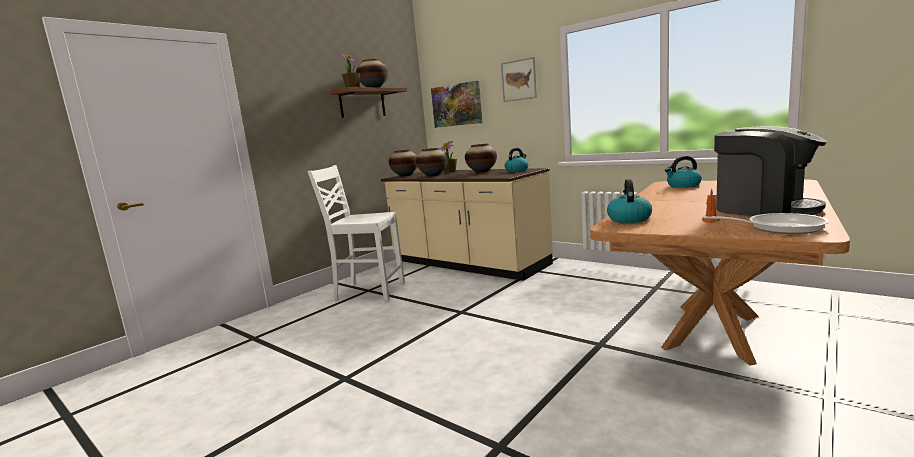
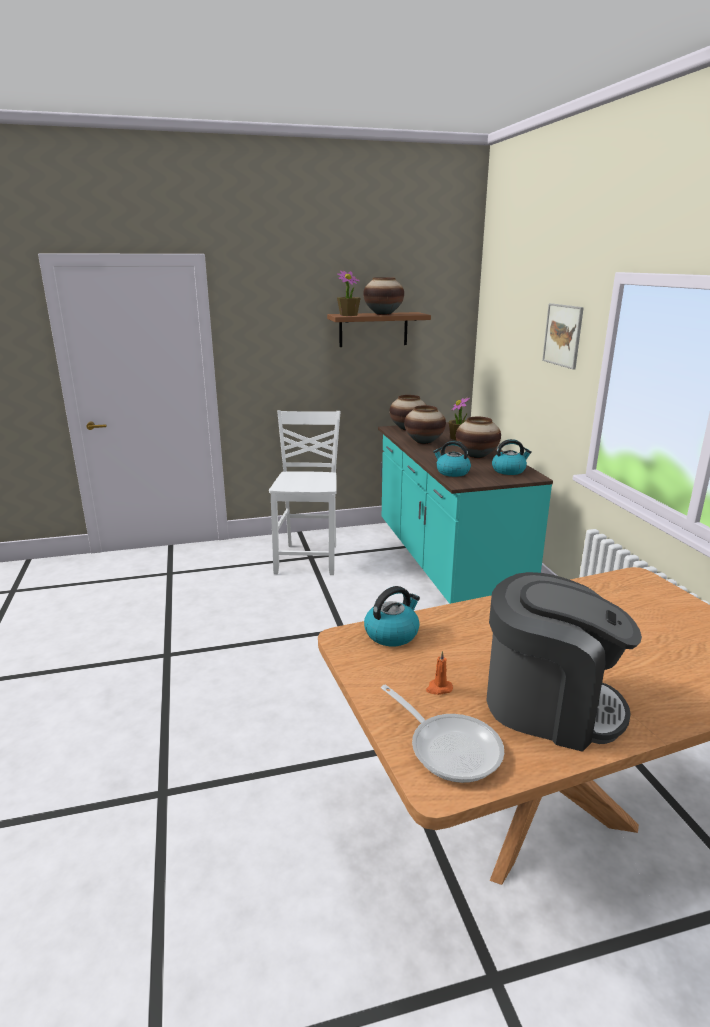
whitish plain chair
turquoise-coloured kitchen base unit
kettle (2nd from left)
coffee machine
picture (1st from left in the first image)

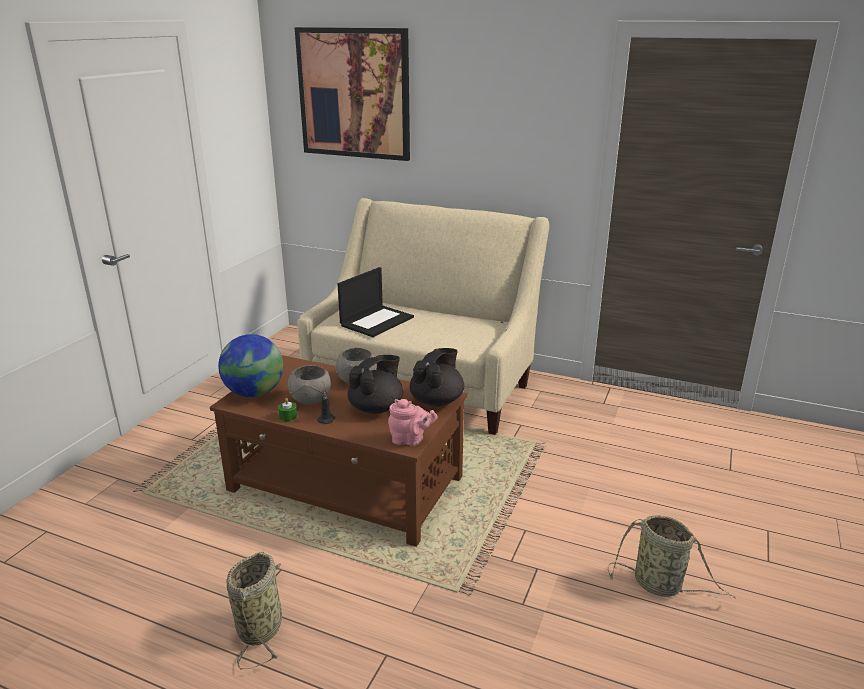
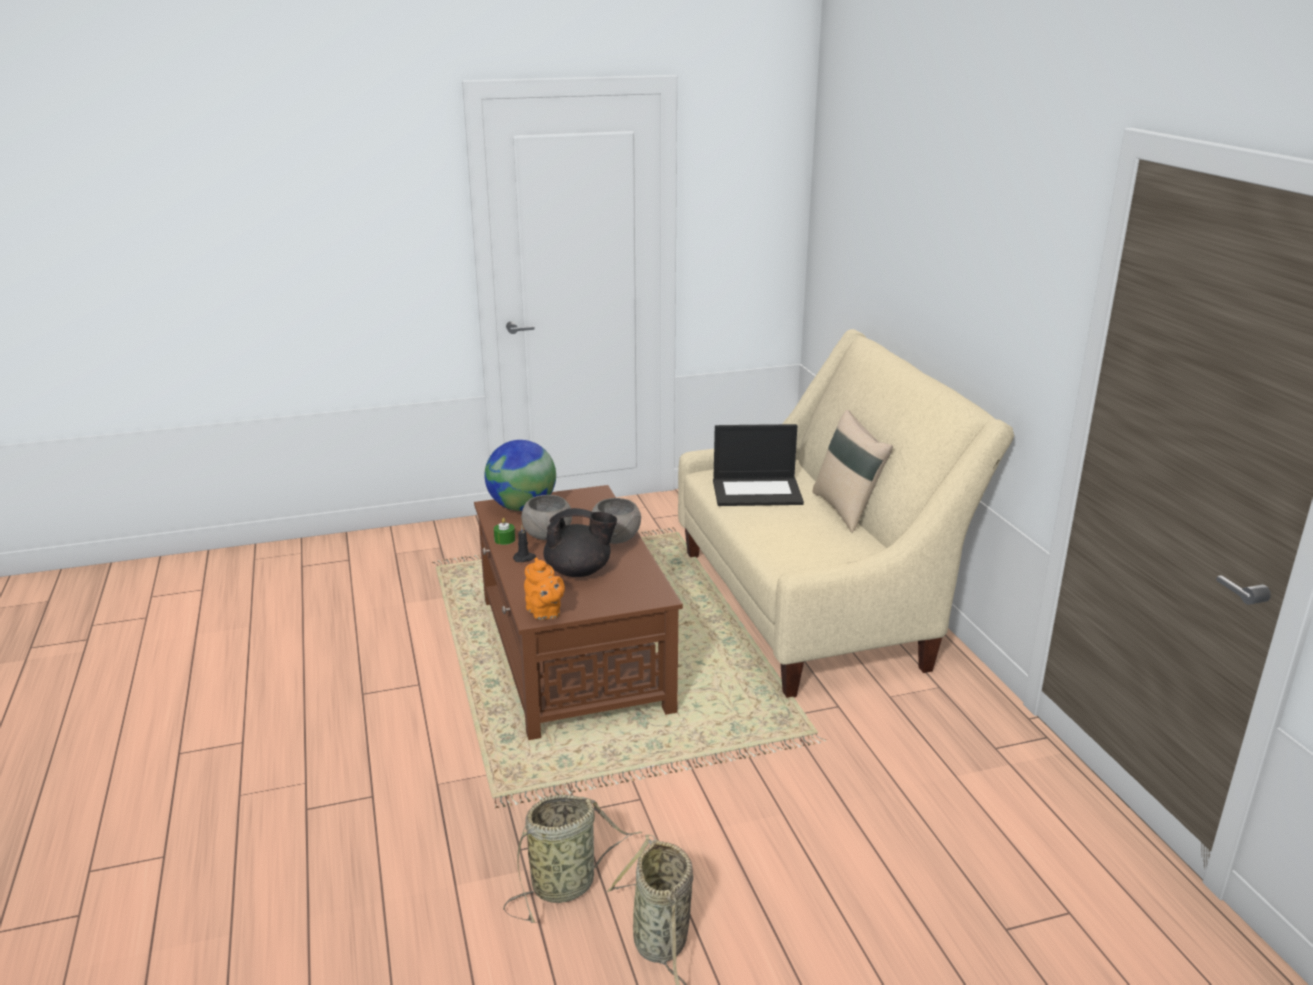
storage basket (1st from left)
orangey teapot
sand-coloured pillow
picture
black teapot (2nd from left in the first image)

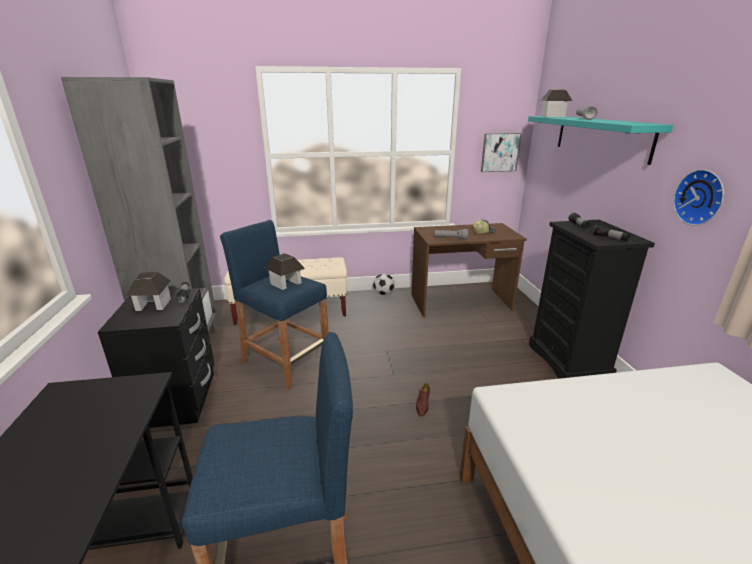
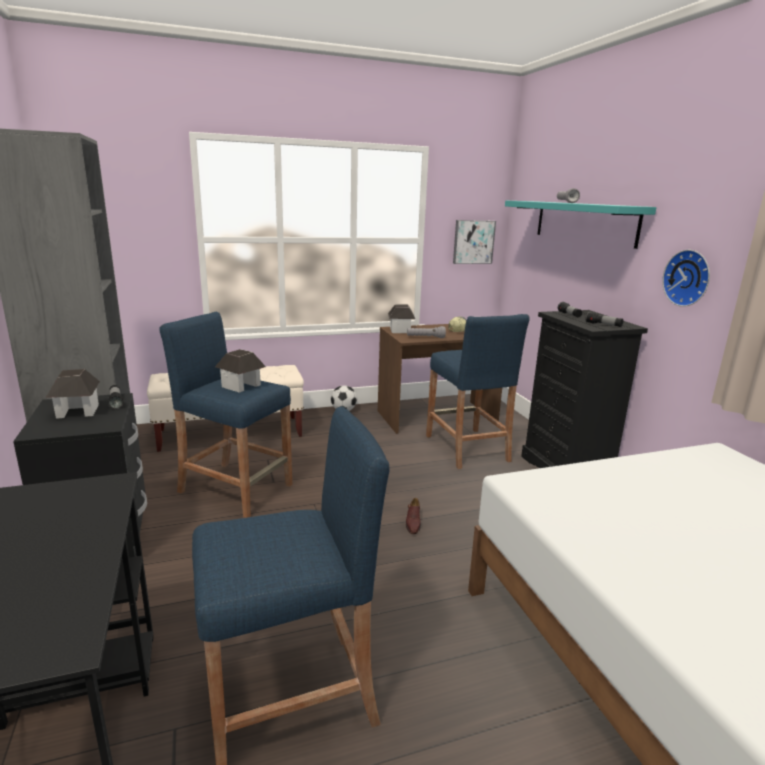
toy house (3rd from left)
blue-coloured sitting stool (3rd from left)

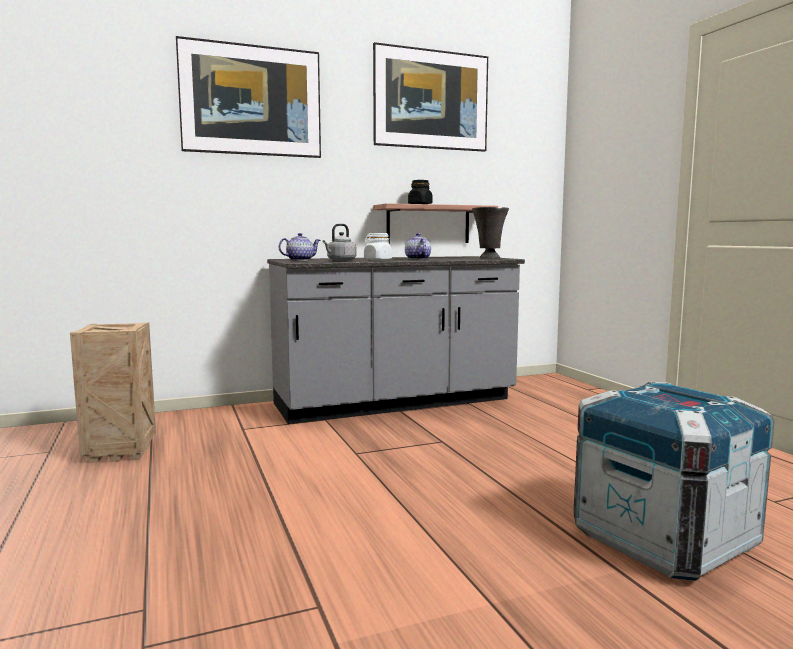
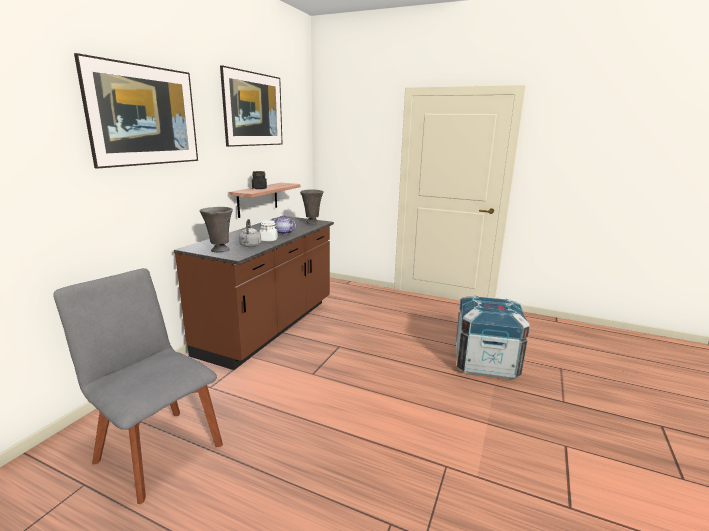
gray plain chair
brown-coloured kitchen base unit
gray flower vase (1st from left)

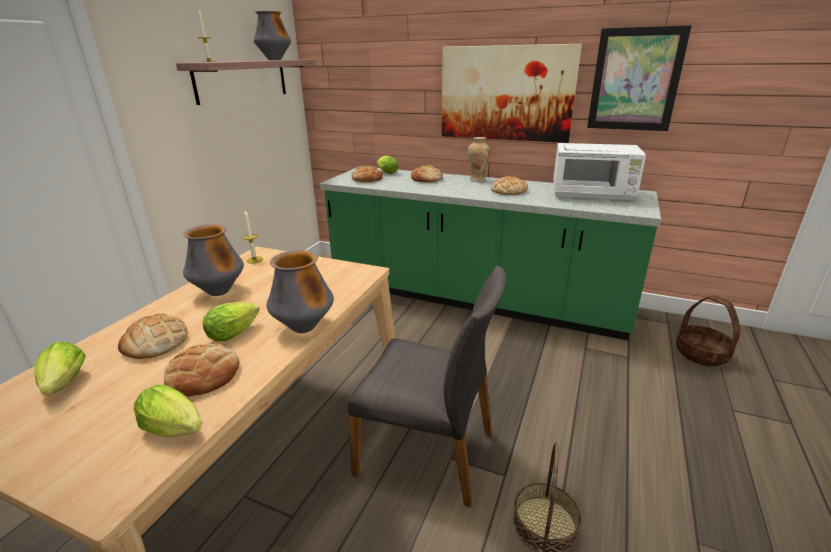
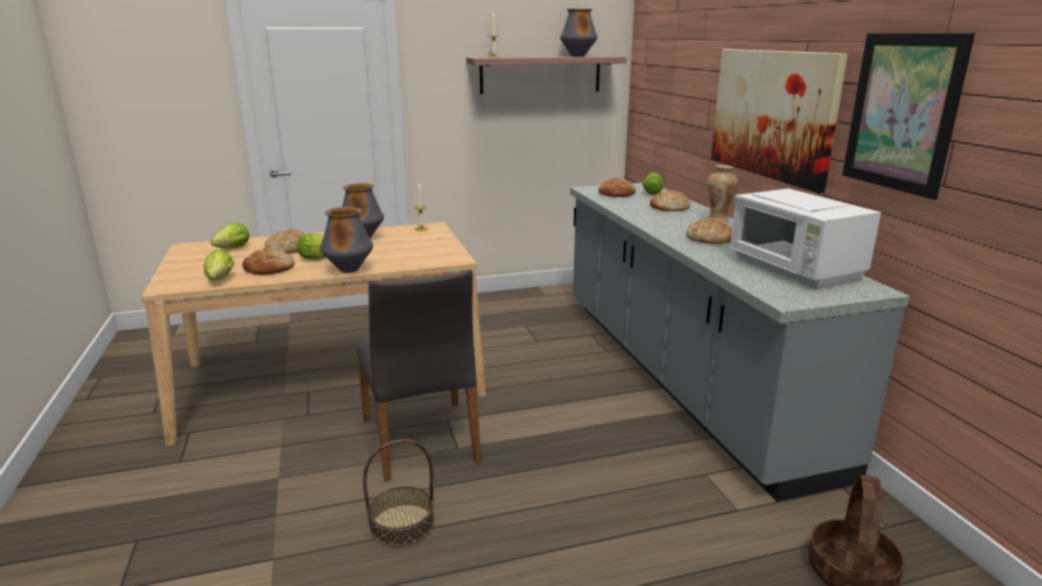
gray kitchen base unit

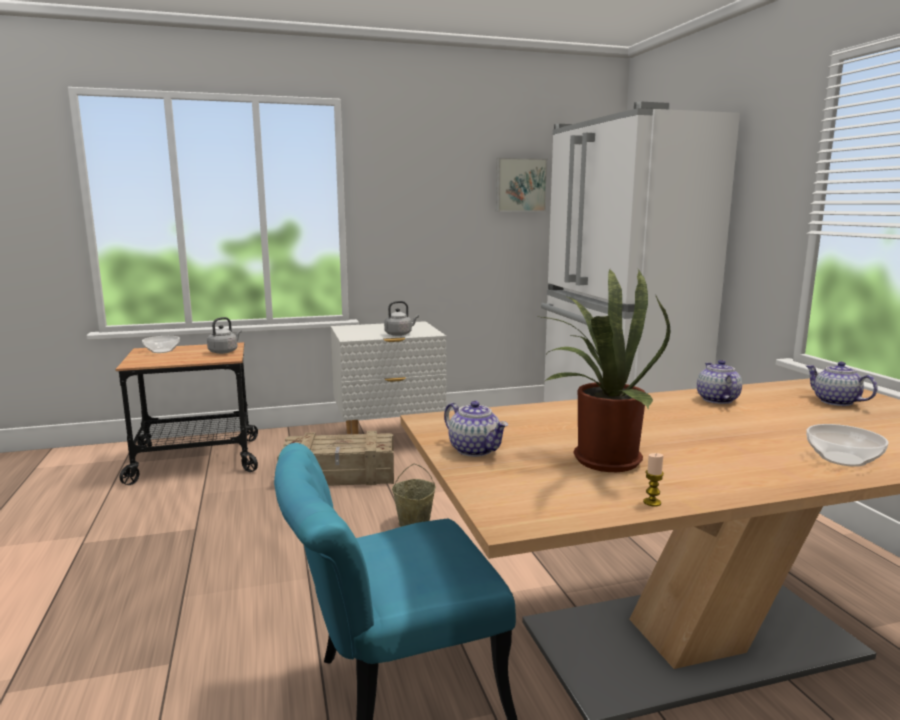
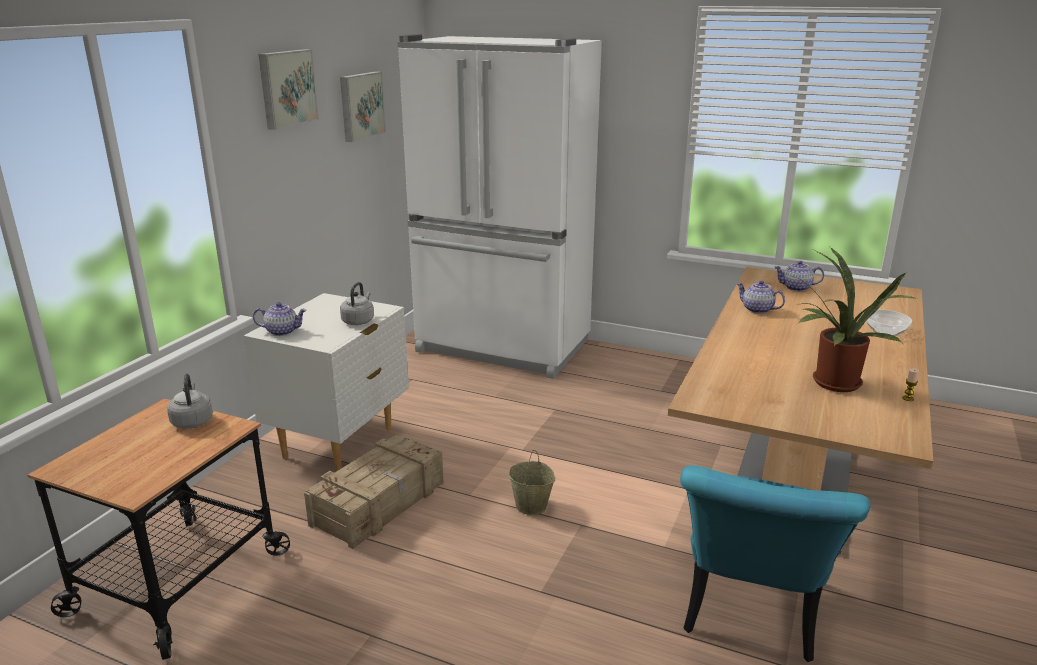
teapot (1st from left)
picture (1st from left)
serving bowl (1st from left in the first image)

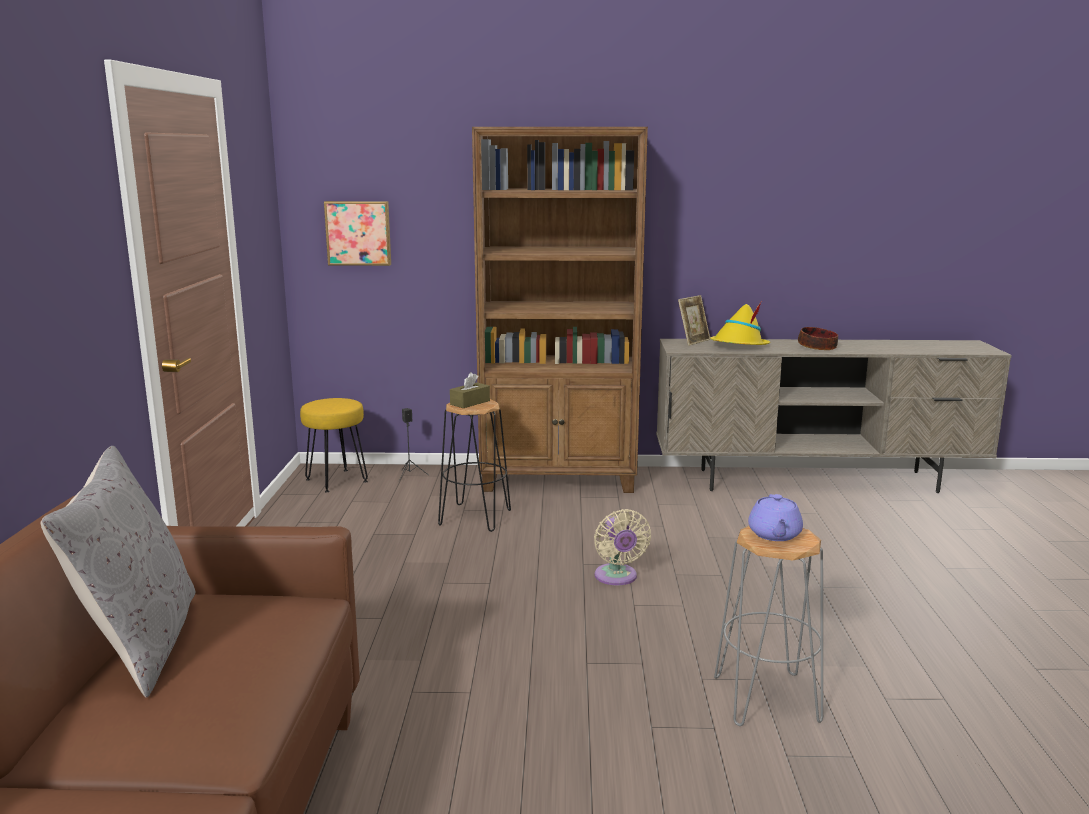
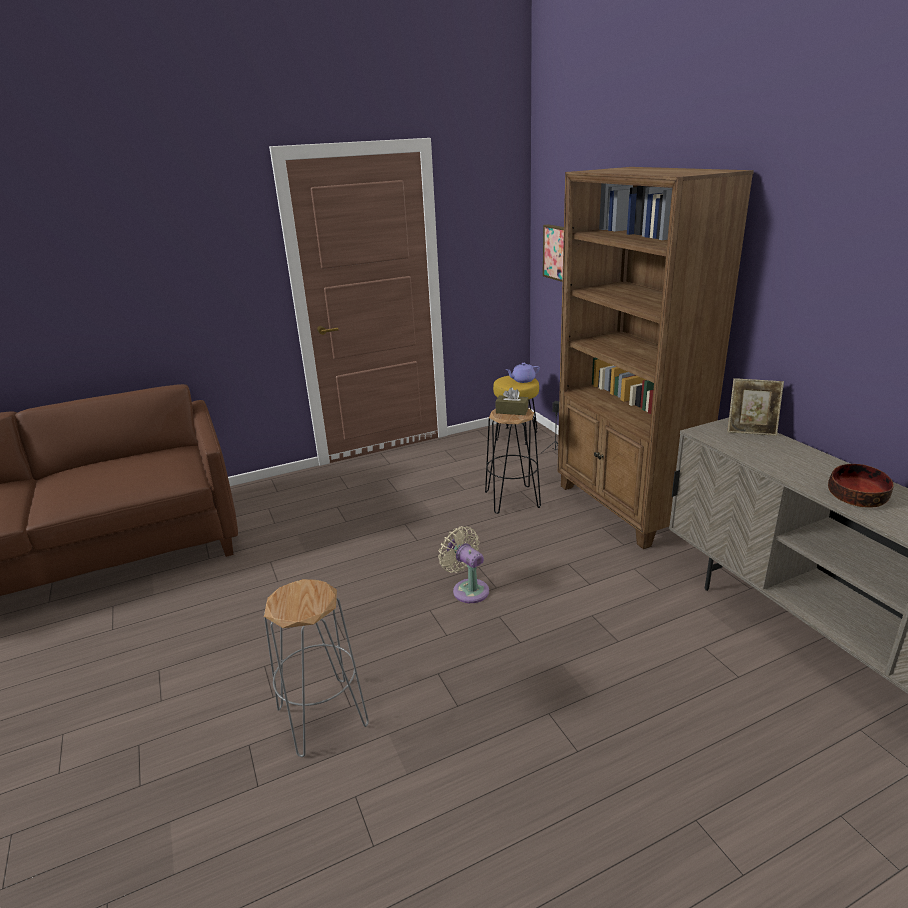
sand-coloured cooling fan
purplish teapot
gray pillow
yellow-coloured wearable hat

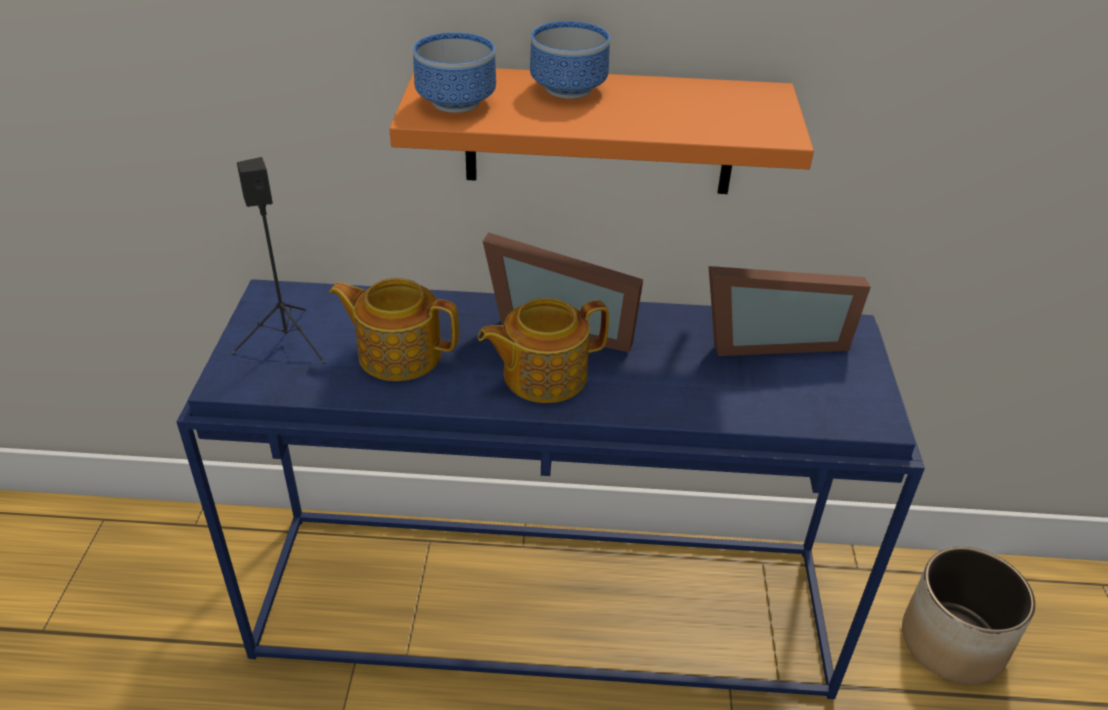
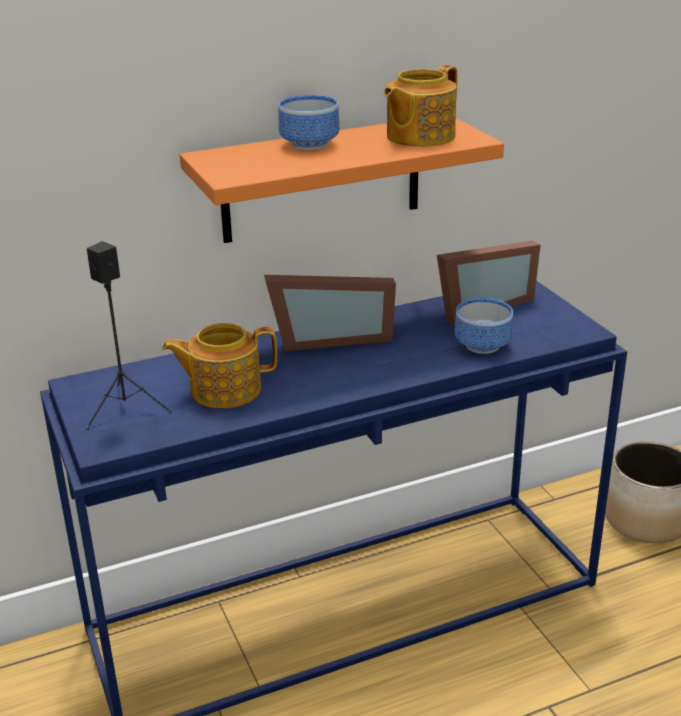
teapot (2nd from left)
serving bowl (2nd from left)

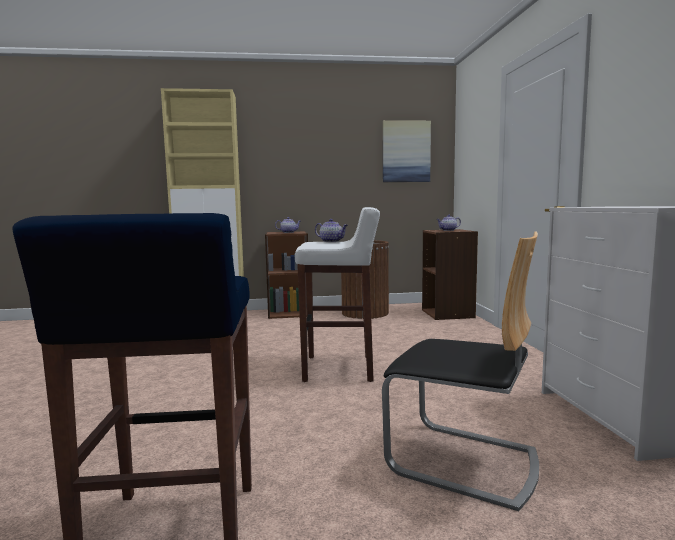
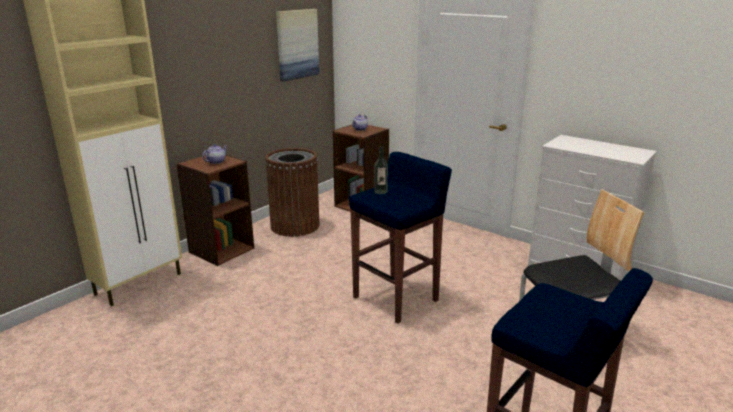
blue-coloured sitting stool (1st from left)
drink bottle

